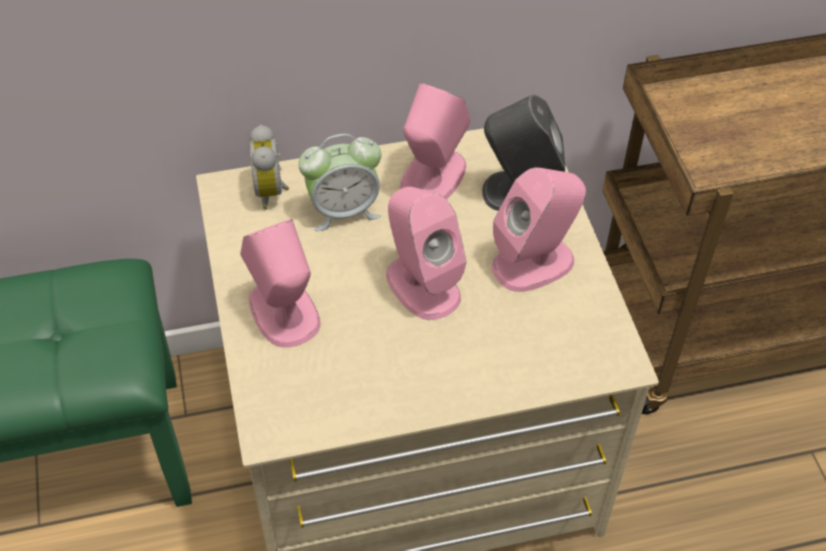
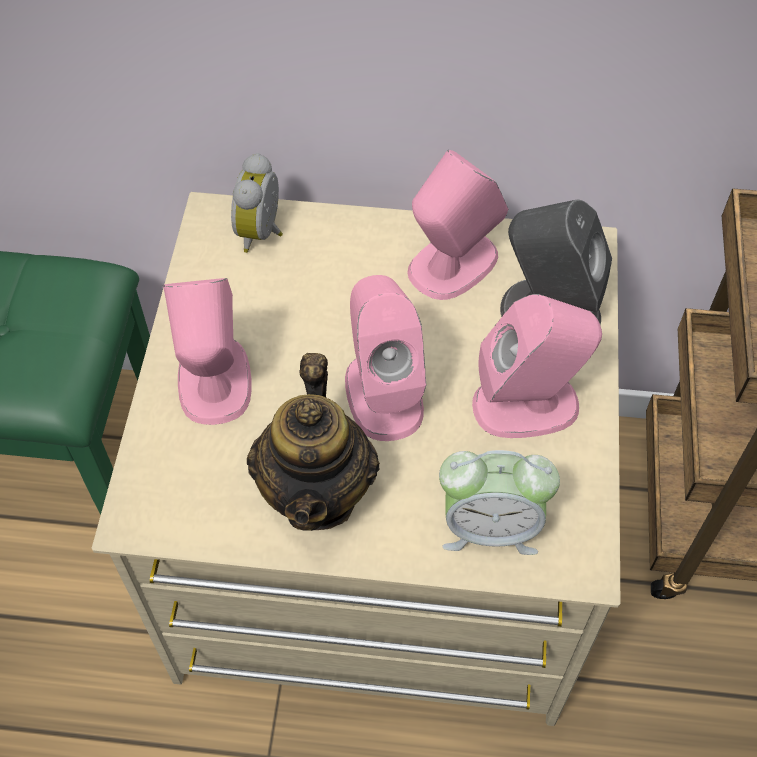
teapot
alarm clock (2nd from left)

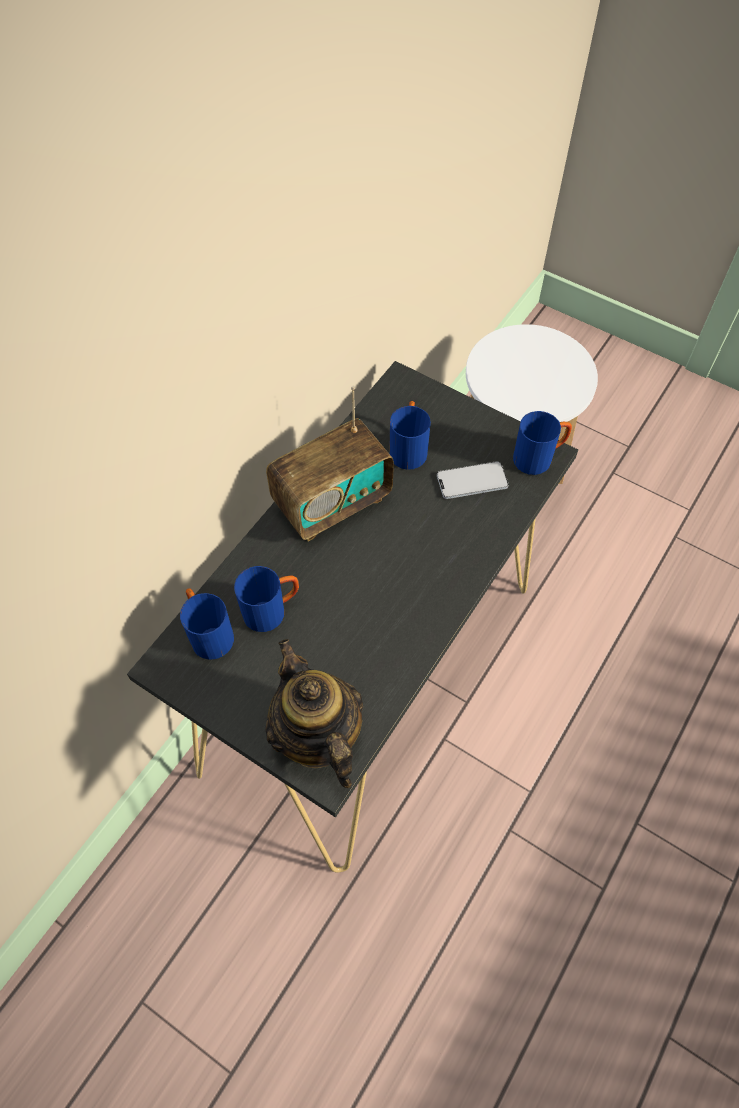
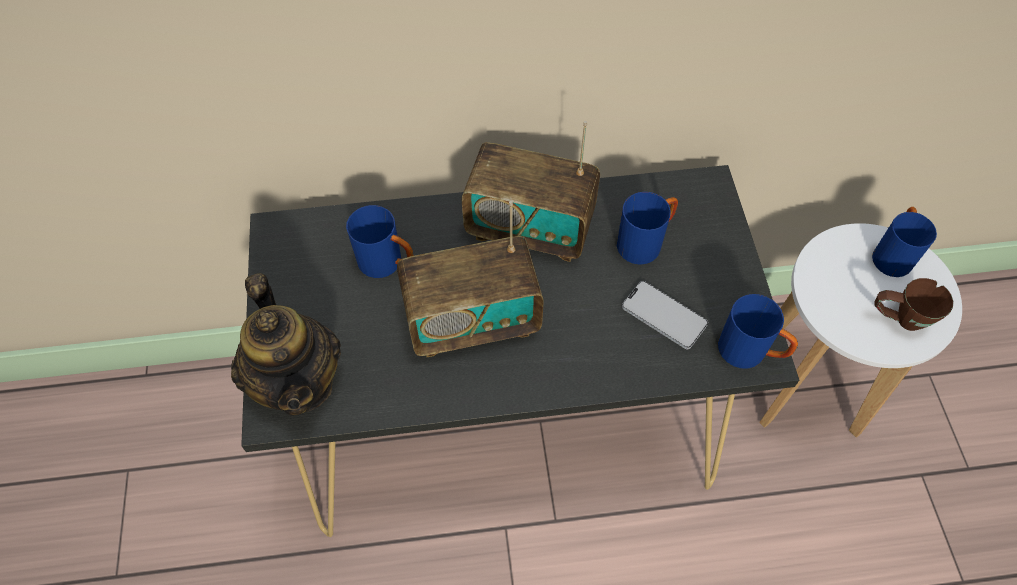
teapot
radio (1st from left)
blue-coloured coffee mug (4th from left)
brown-coloured coffee mug

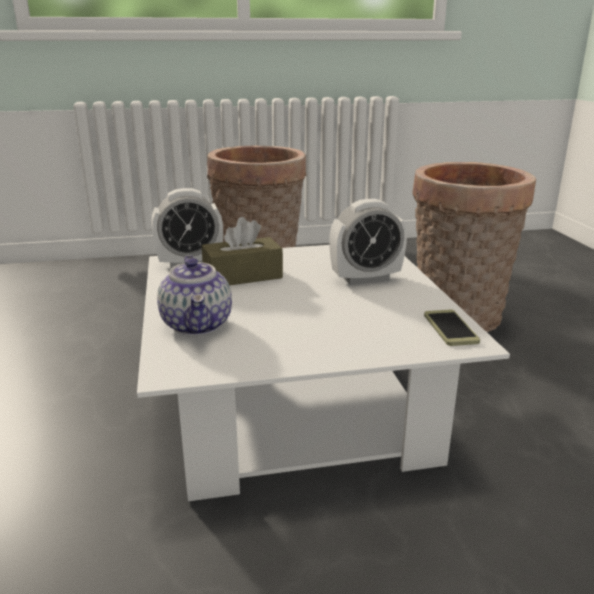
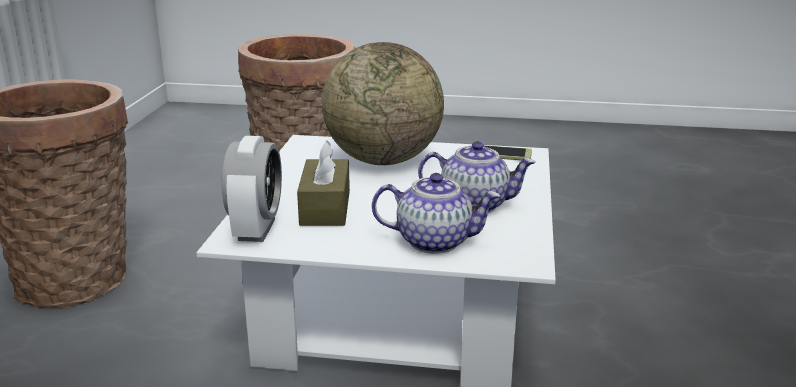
desk globe
teapot (2nd from left)

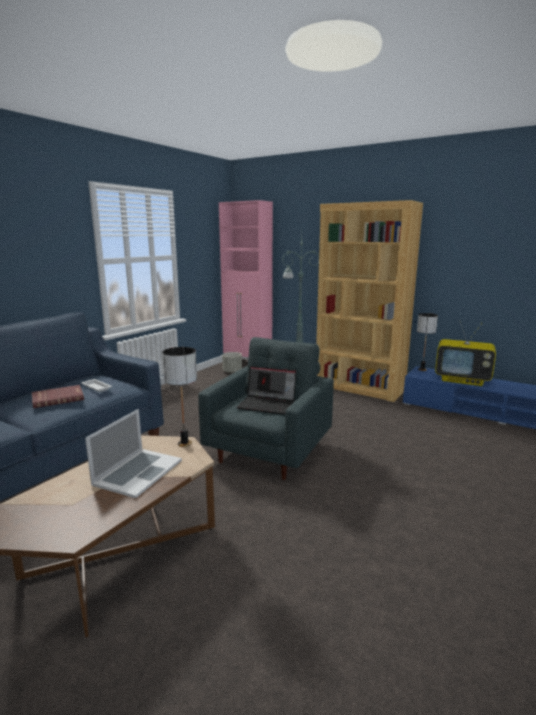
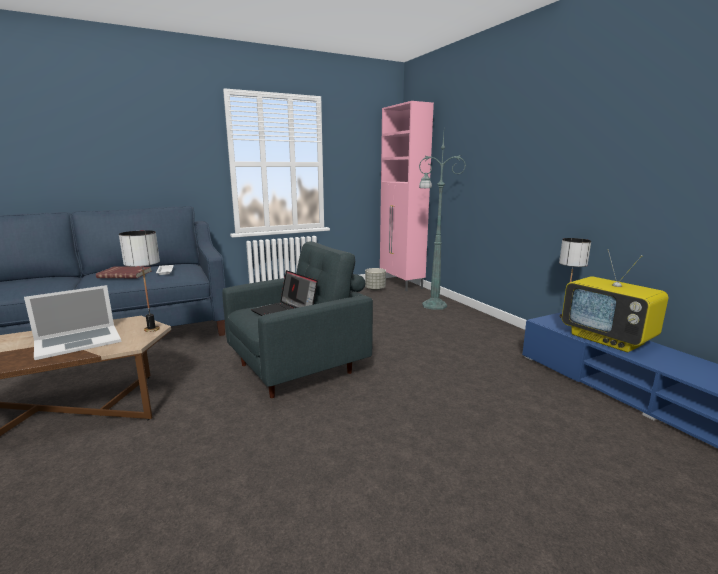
brown-coloured bookcase

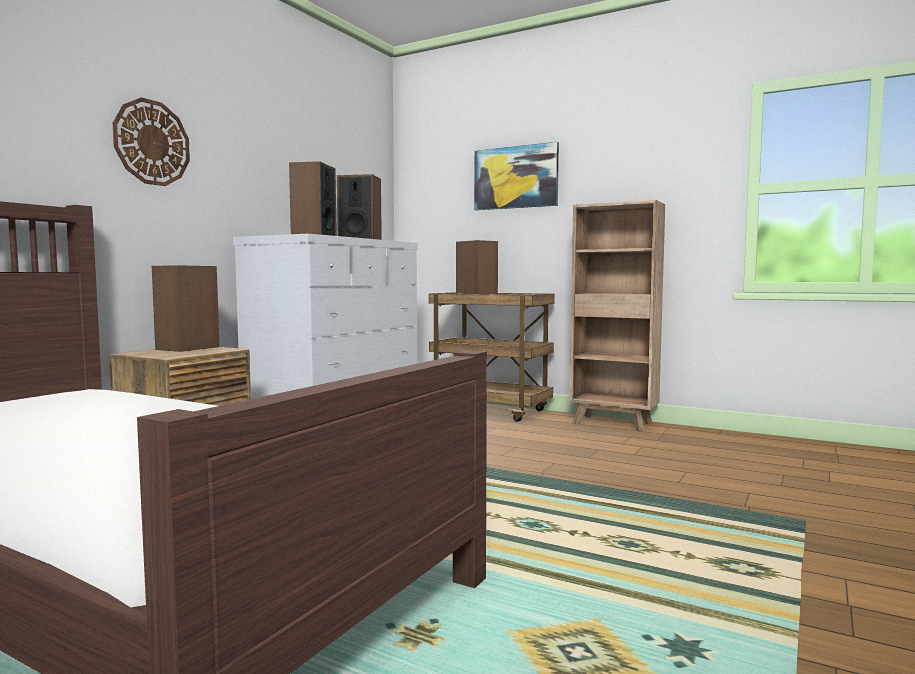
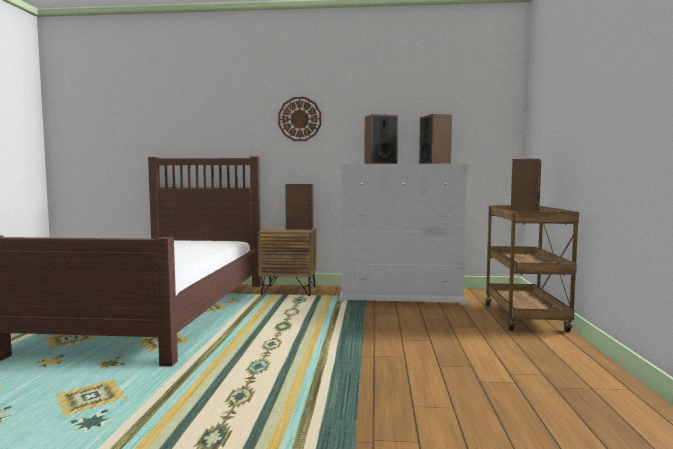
picture
brown-coloured bookcase

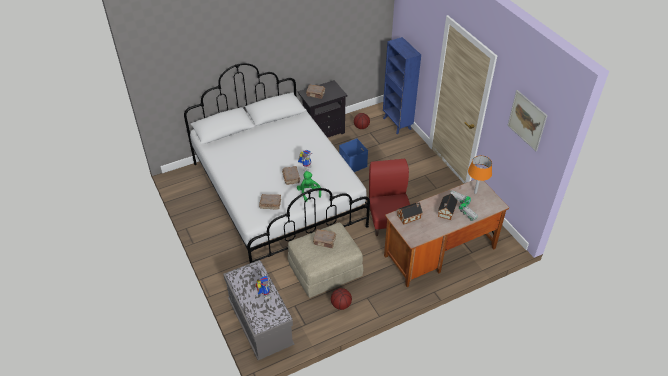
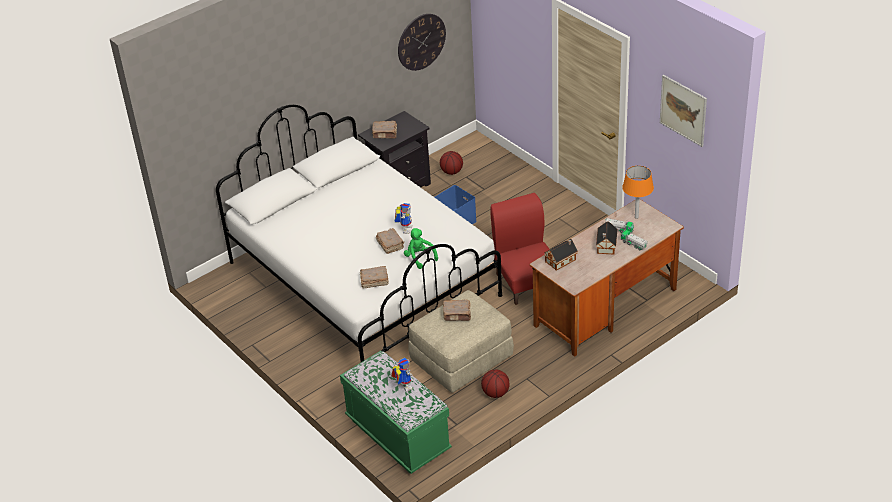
green-coloured indoor bench
clock on the wall
blue-coloured bookcase

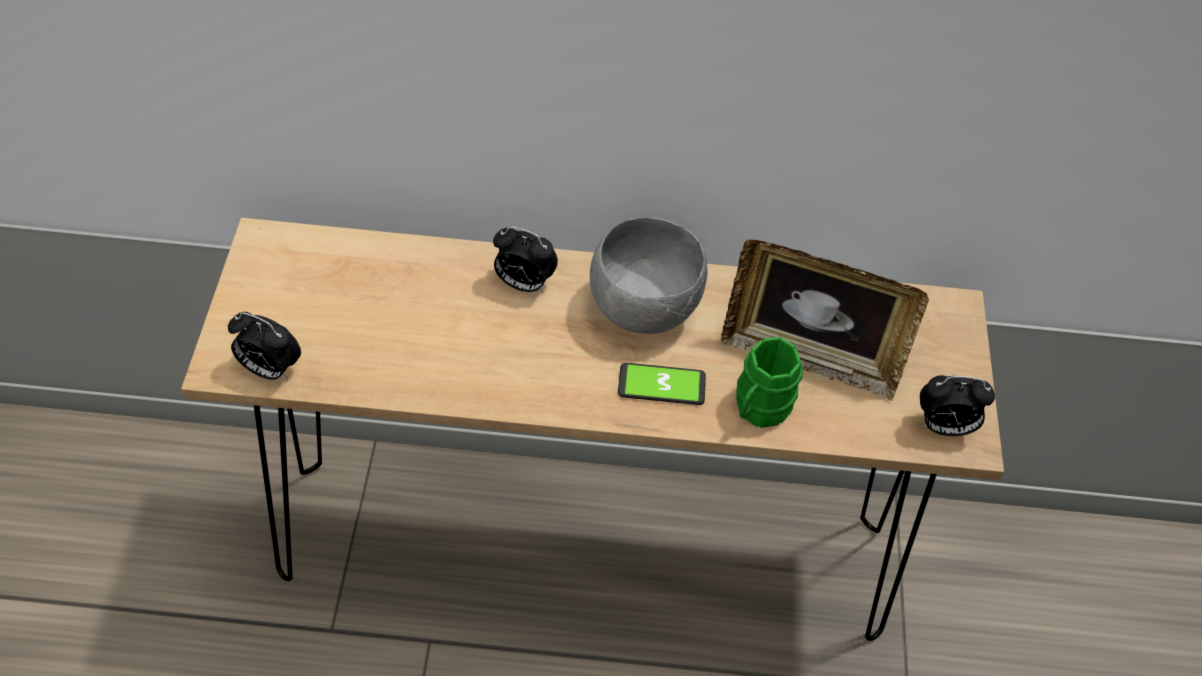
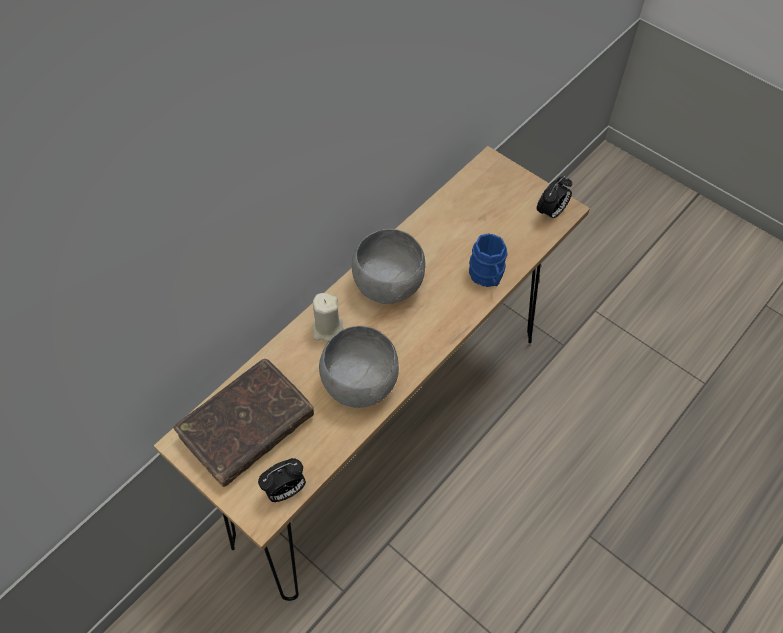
brown-coloured volume
sand-coloured wax candle
gray serving bowl (1st from left)
blue-coloured coffee mug
telephone
standing frame

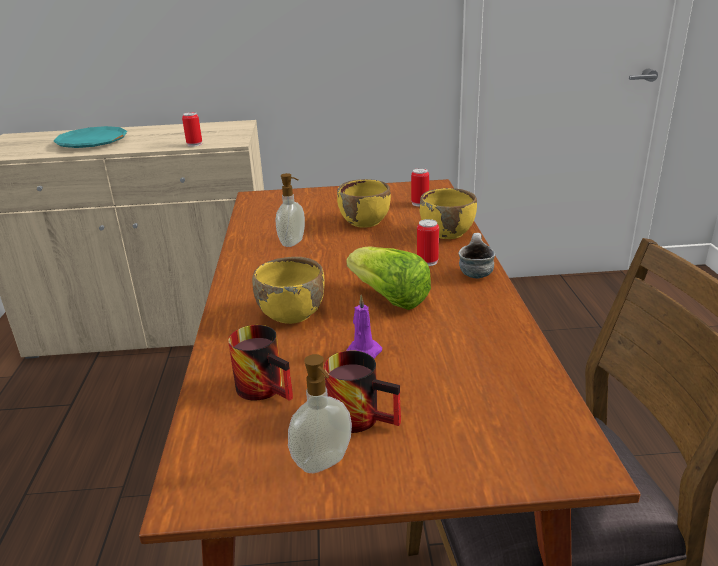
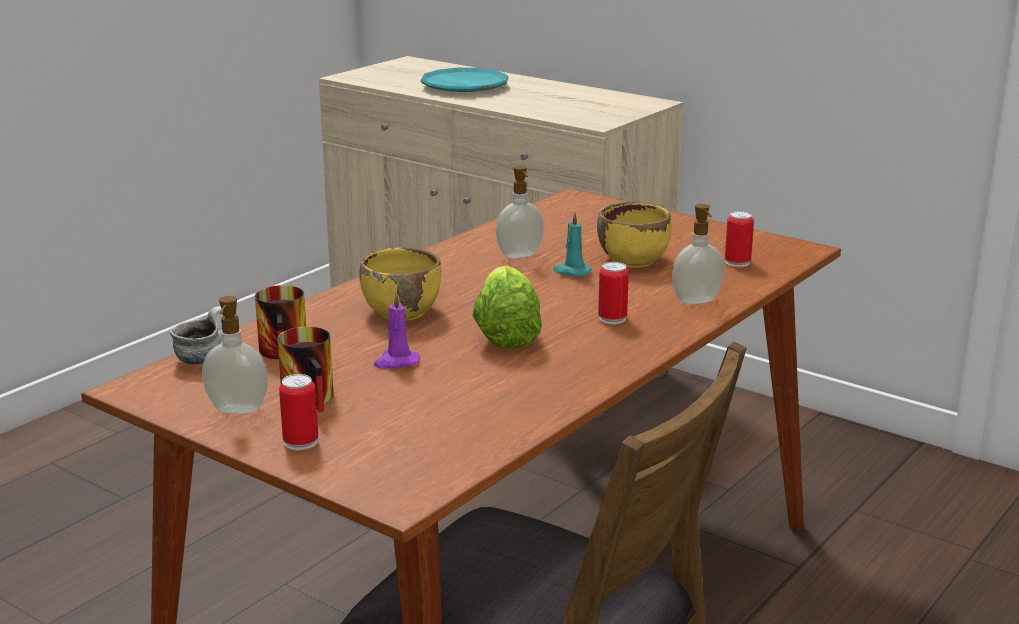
coffee mug (1st from left)
can (1st from left)
turquoise-coloured wax candle
liquid soap bottle (3rd from left)

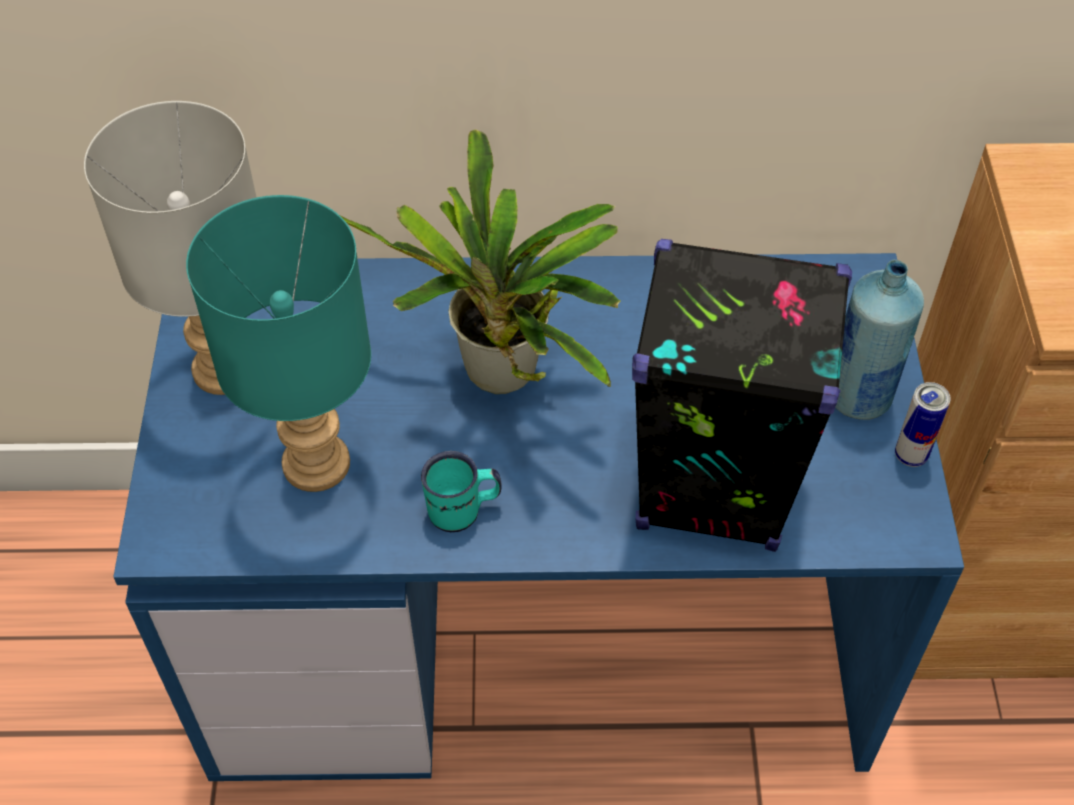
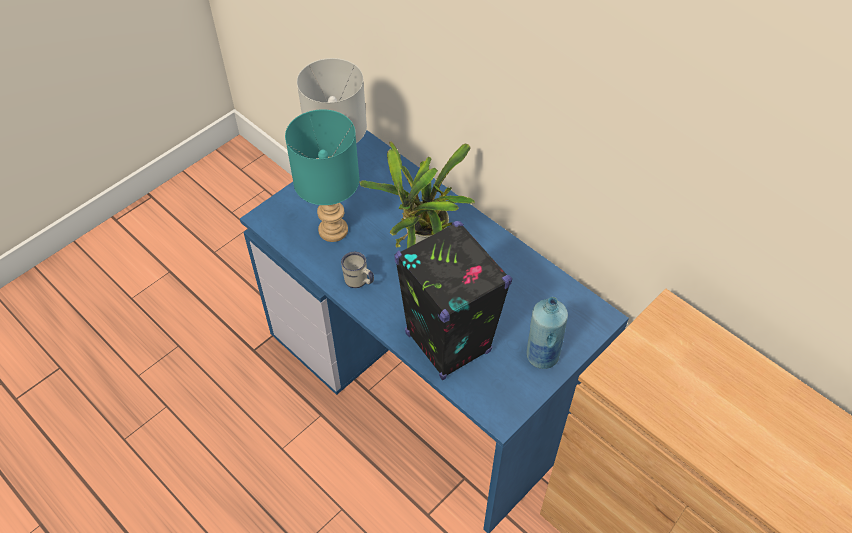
whitish coffee mug
can

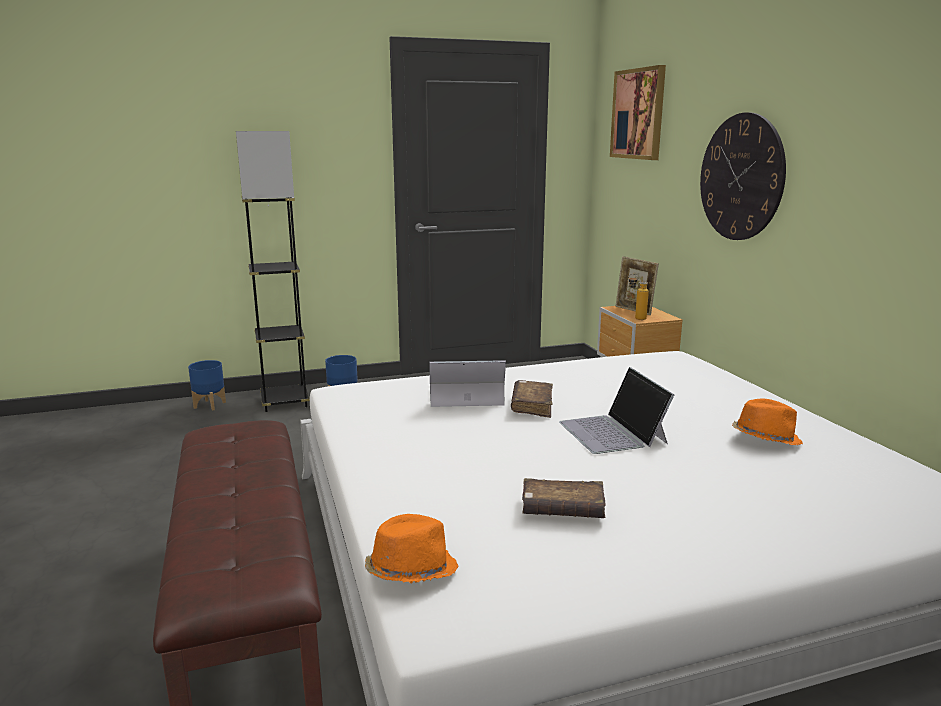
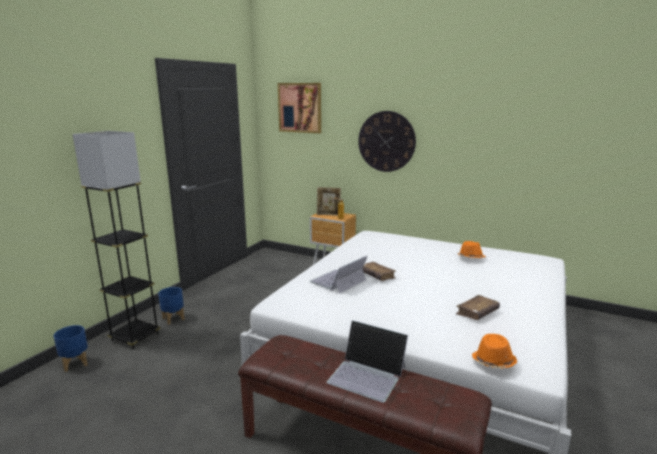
portable computer (2nd from left)

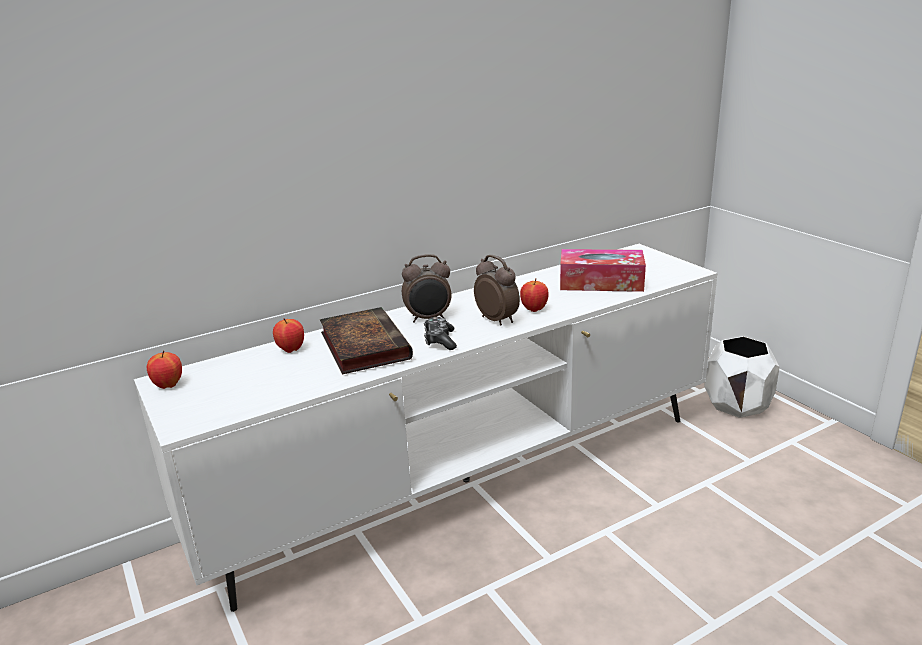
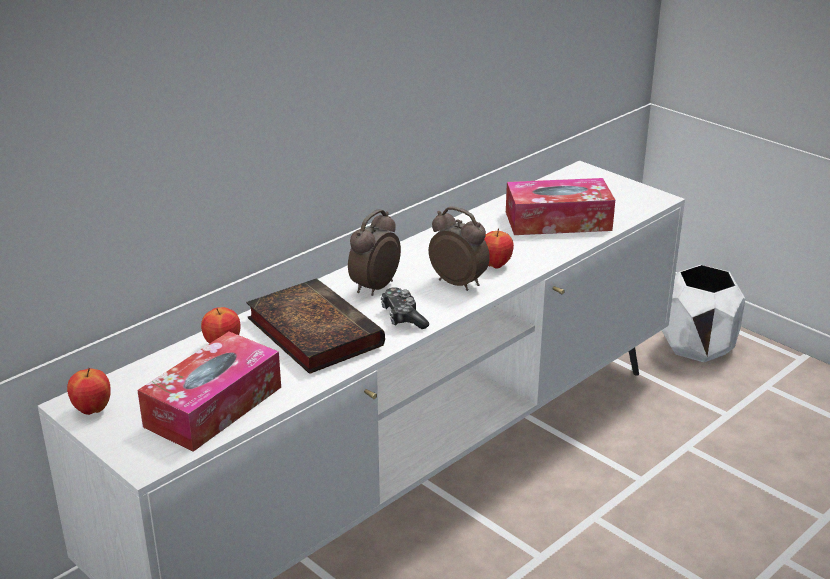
box of tissues (1st from left)
alarm clock (1st from left)

